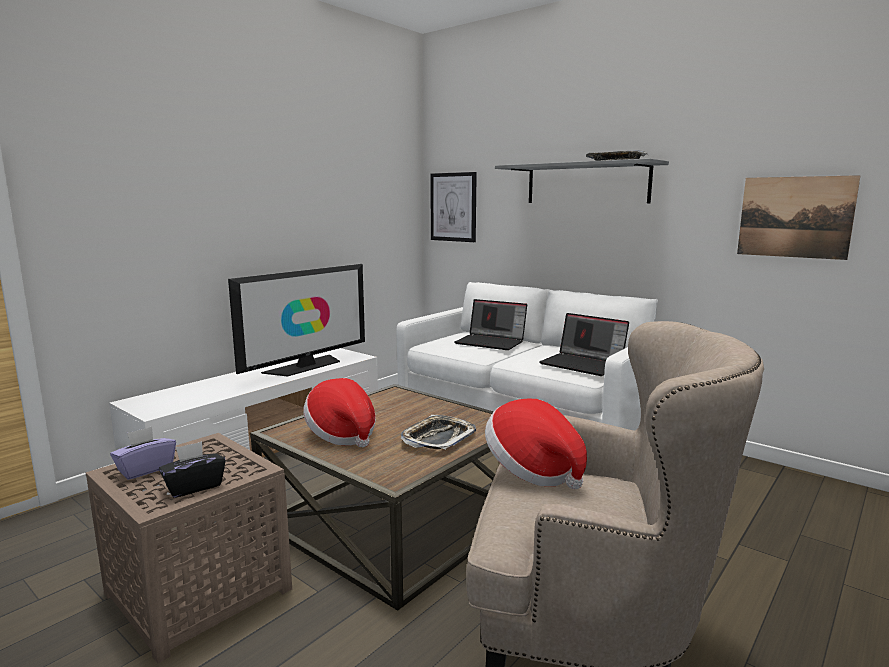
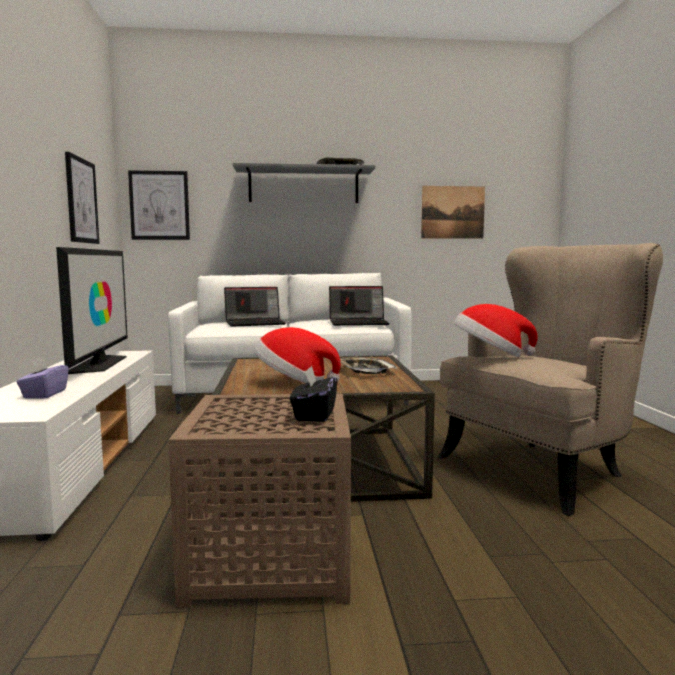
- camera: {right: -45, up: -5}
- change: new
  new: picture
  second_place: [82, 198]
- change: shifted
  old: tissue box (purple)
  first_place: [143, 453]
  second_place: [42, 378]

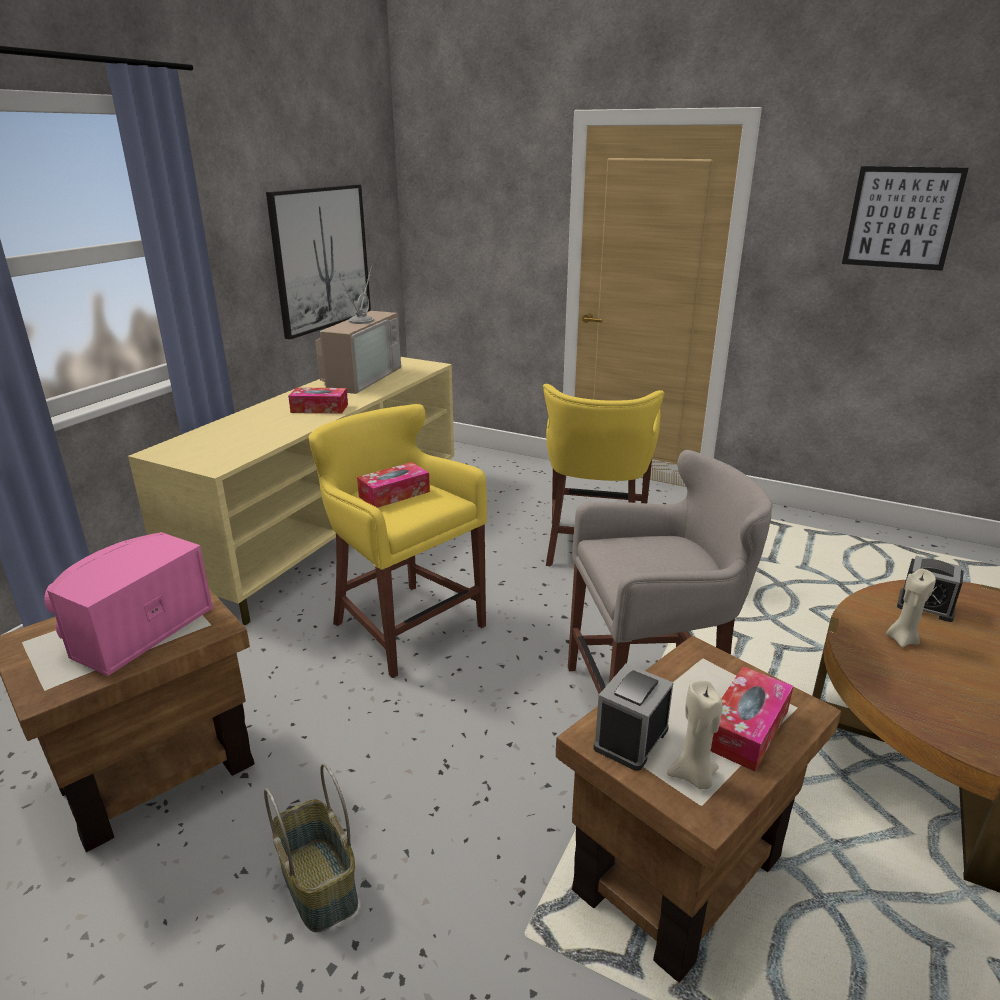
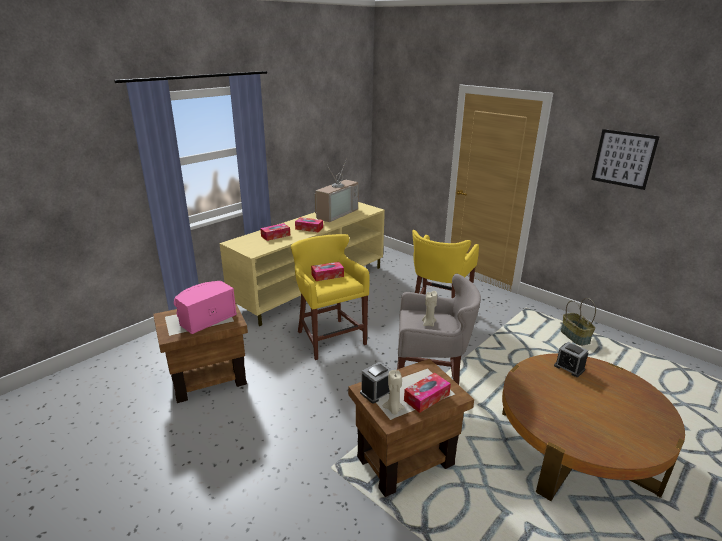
- camera: {right: 15, up: 0}
- change: gone
  old: picture
  first_place: [318, 262]
- change: new
  new: tissue box
  second_place: [275, 232]
- change: shifted
  old: basket
  first_place: [311, 847]
  second_place: [578, 322]
- change: shifted
  old: candle (beige)
  first_place: [911, 608]
  second_place: [429, 309]

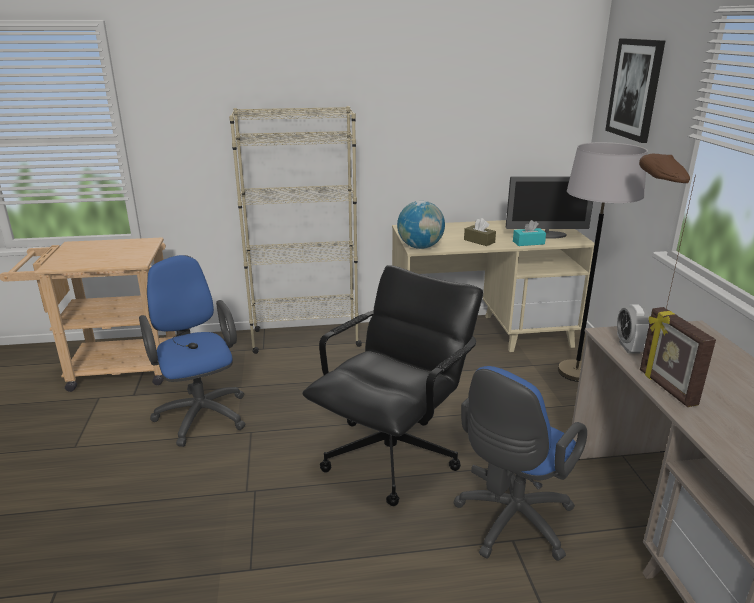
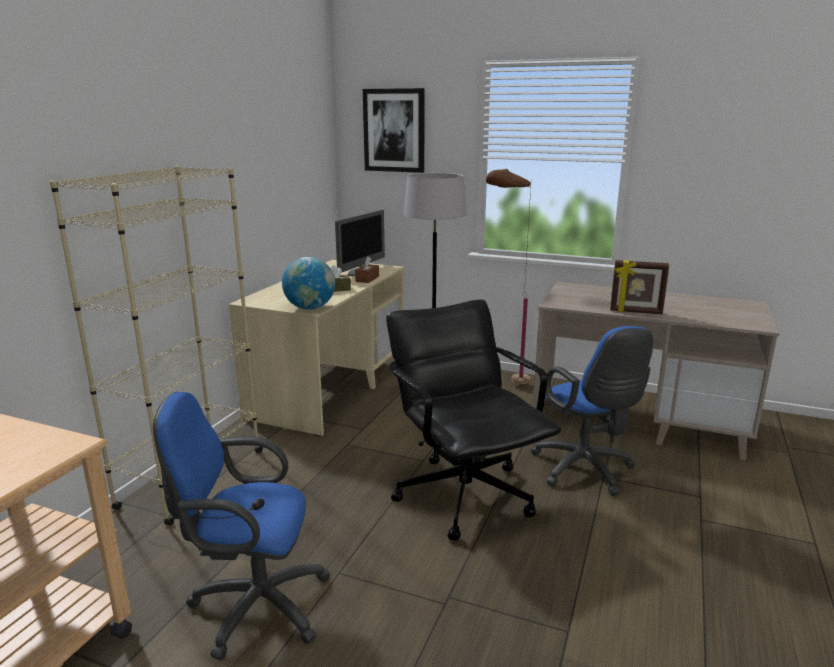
- camera: {right: -60, up: -5}
- change: gone
  old: alarm clock
  first_place: [633, 329]
- change: repainted
  old: tissue box (turquoise)
  new: tissue box (brown)
  first_place: [529, 233]
  second_place: [367, 270]

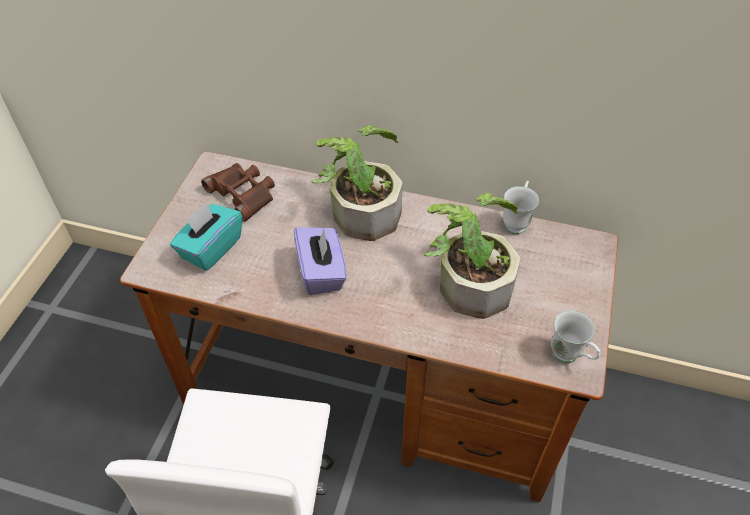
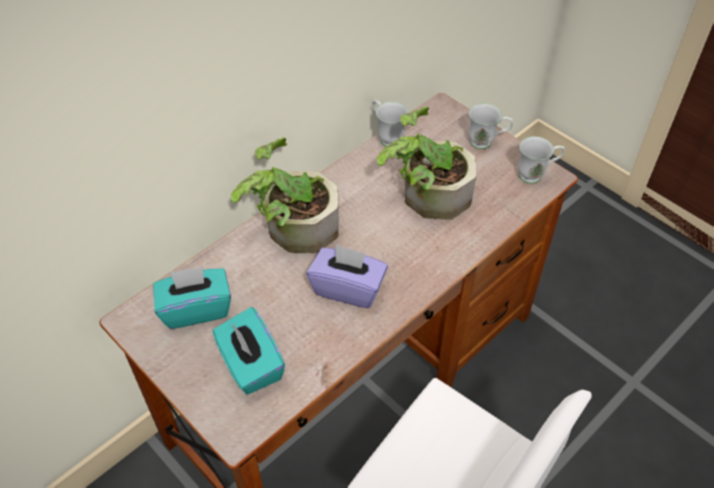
- camera: {right: -60, up: 0}
- change: new
  new: mug (white)
  second_place: [491, 126]
- change: swapped
  old: binoculars (brown)
  new: tissue box (turquoise)
  first_place: [238, 192]
  second_place: [192, 298]

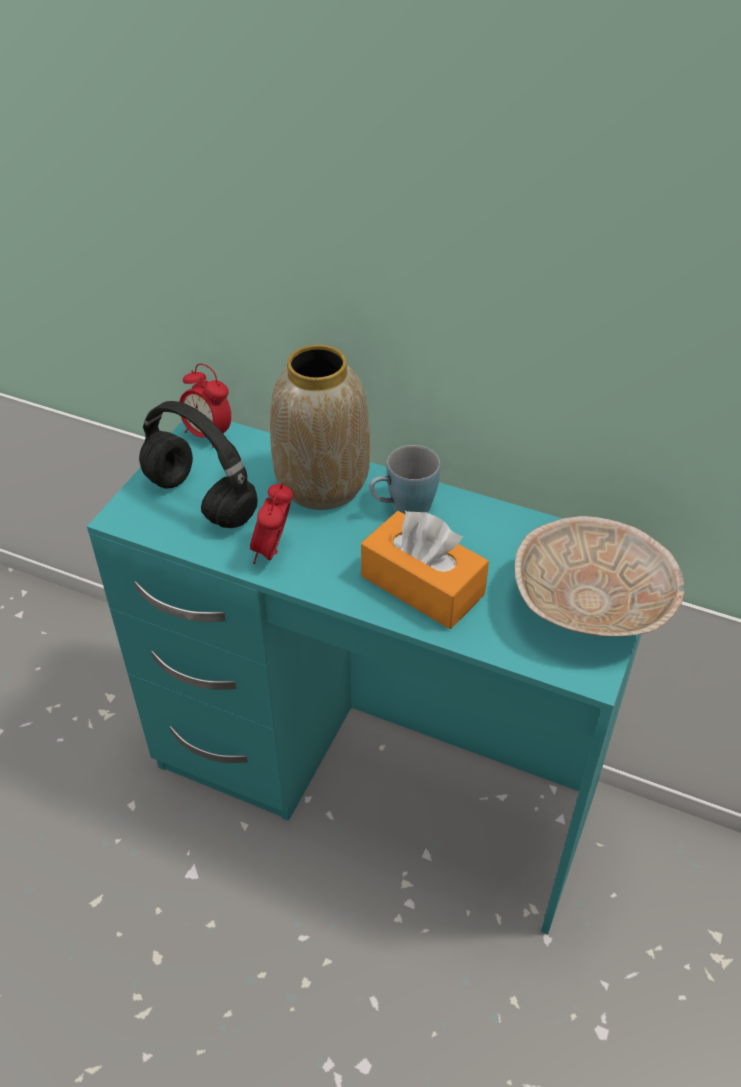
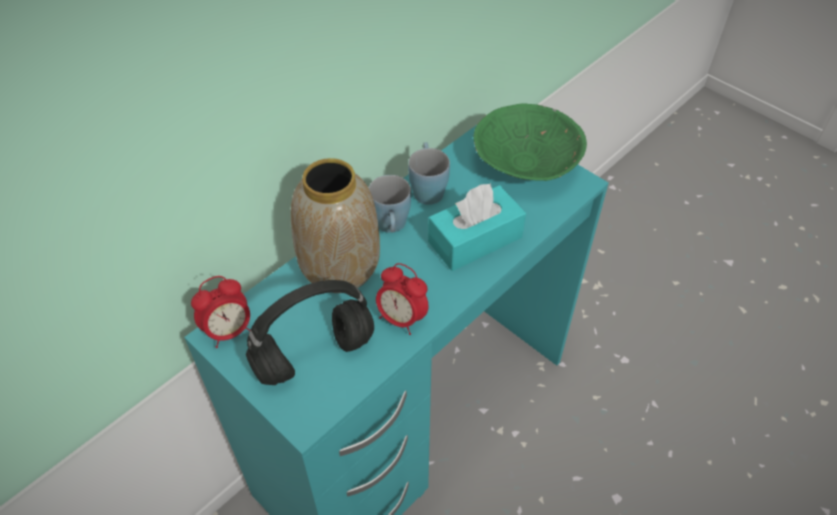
- camera: {right: -70, up: 5}
- change: new
  new: mug (blue)
  second_place: [429, 173]
- change: repainted
  old: tissue box (orange)
  new: tissue box (turquoise)
  first_place: [425, 569]
  second_place: [477, 227]
- change: repainted
  old: bowl (beige)
  new: bowl (green)
  first_place: [599, 576]
  second_place: [530, 142]

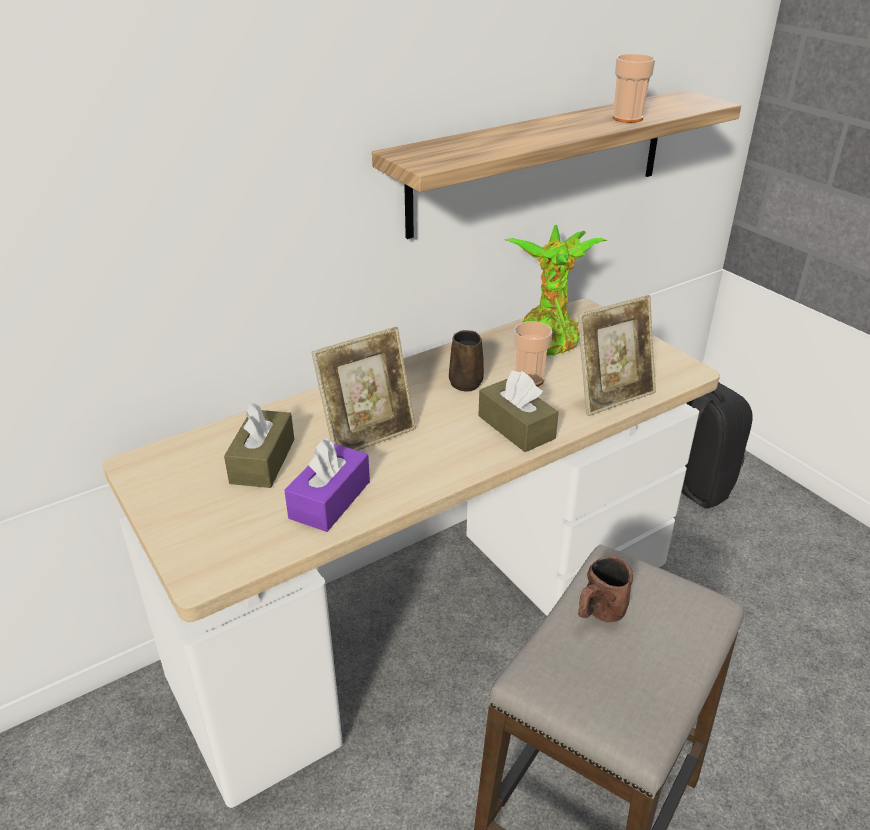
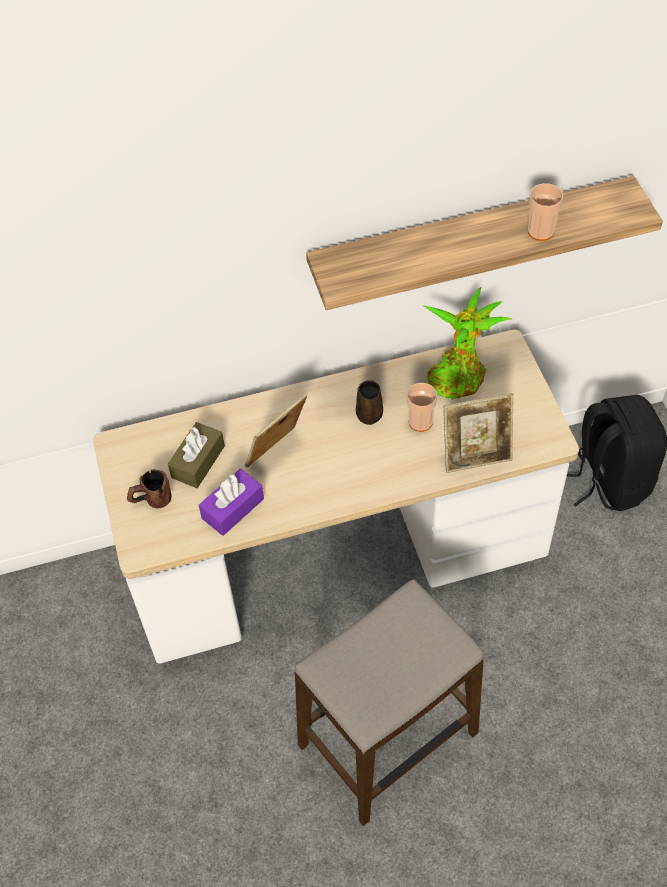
- camera: {right: 20, up: 20}
- change: gone
  old: tissue box (brown)
  first_place: [518, 411]
- change: shifted
  old: mug (brown)
  first_place: [605, 589]
  second_place: [149, 488]
- change: rotated
  old: picture frame
  first_place: [364, 389]
  second_place: [276, 430]
  degrees: 150

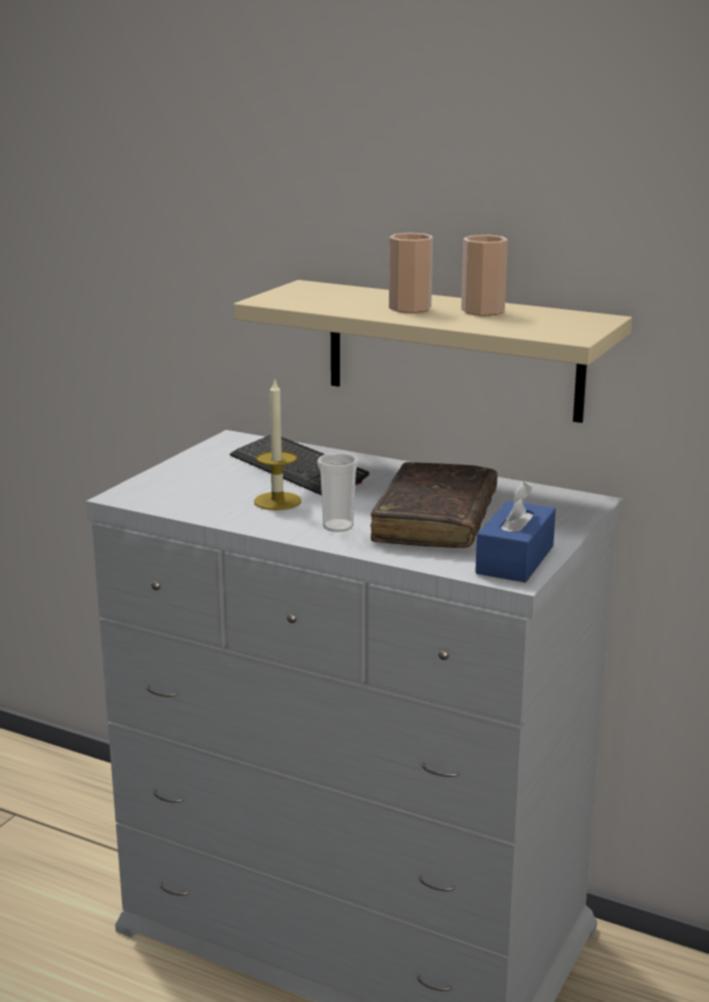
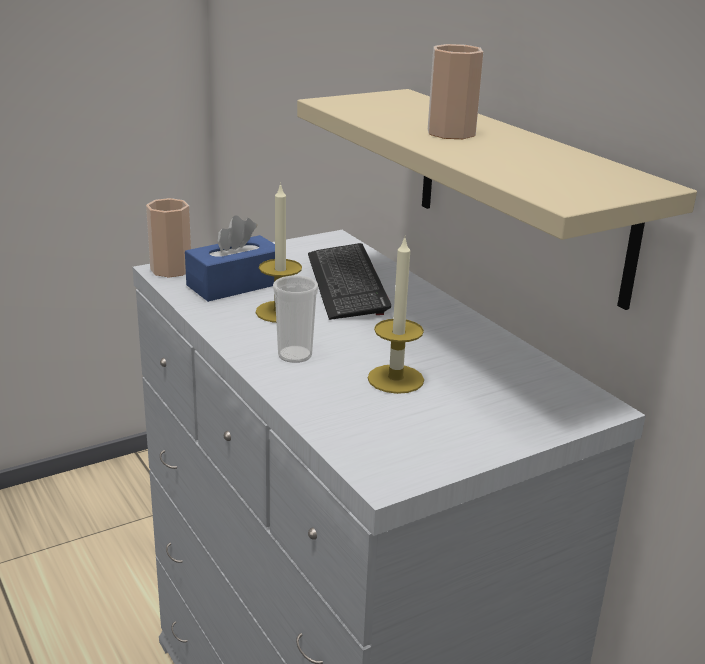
- camera: {right: 30, up: 5}
- change: shifted
  old: cup
  first_place: [484, 275]
  second_place: [168, 238]
- change: shifted
  old: tissue box (blue)
  first_place: [515, 532]
  second_place: [230, 258]
- change: swapped
  old: book (brown)
  new: candle
  first_place: [433, 505]
  second_place: [396, 315]

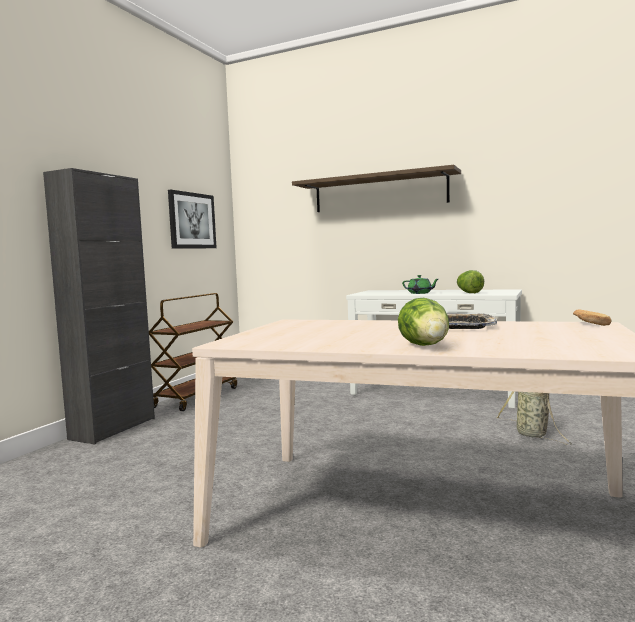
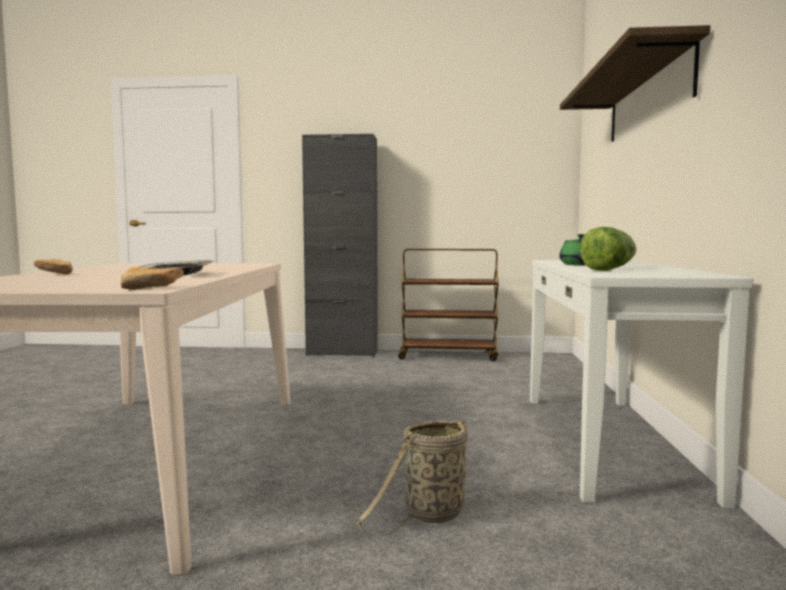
- camera: {right: 70, up: 0}
- change: gone
  old: picture
  first_place: [192, 219]
- change: swapped
  old: lettuce
  new: bread
  first_place: [423, 322]
  second_place: [53, 266]

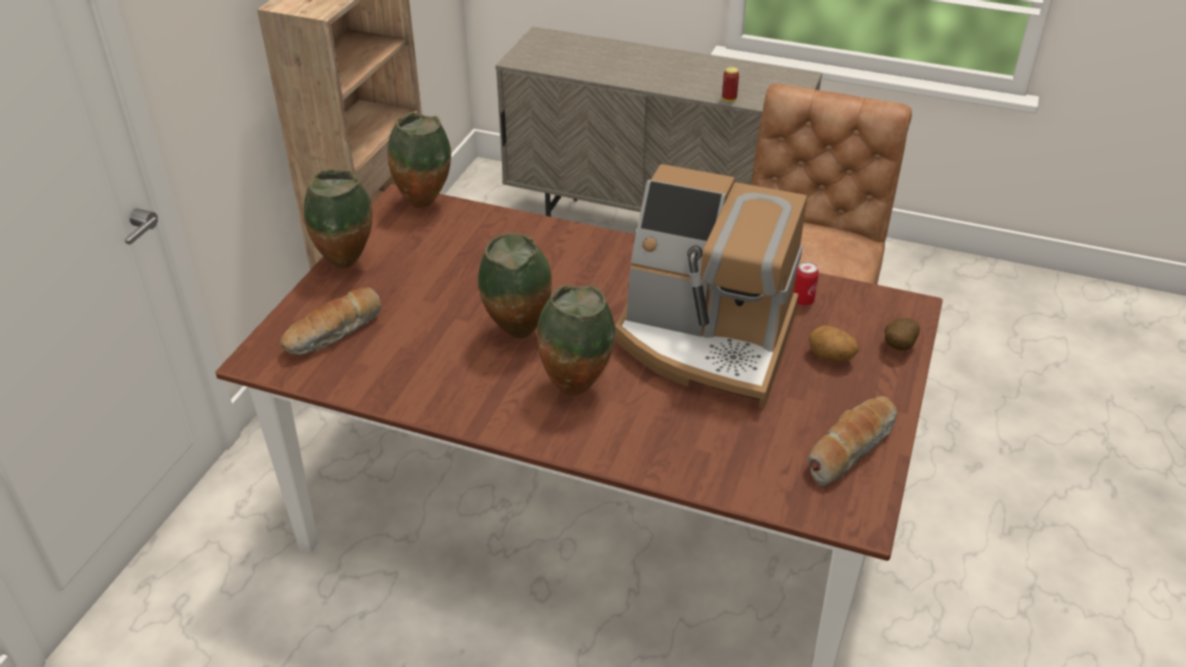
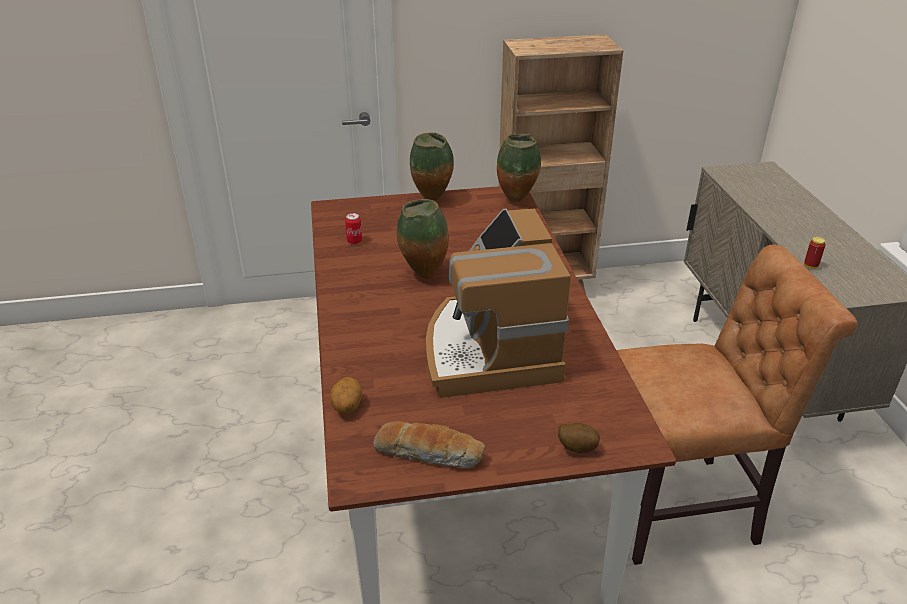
- camera: {right: 60, up: -5}
- change: gone
  old: bread
  first_place: [330, 321]
- change: gone
  old: vase
  first_place: [576, 340]
- change: shifted
  old: can
  first_place: [806, 284]
  second_place: [353, 229]
- change: shifted
  old: potato
  first_place: [834, 344]
  second_place: [346, 395]

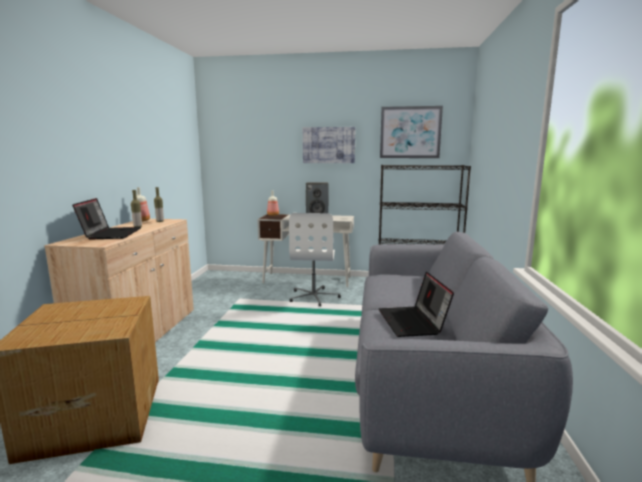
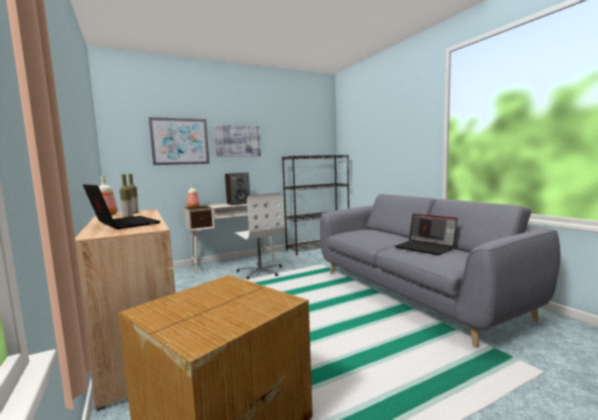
- camera: {right: -35, up: -5}
- change: shifted
  old: picture
  first_place: [411, 132]
  second_place: [179, 141]

